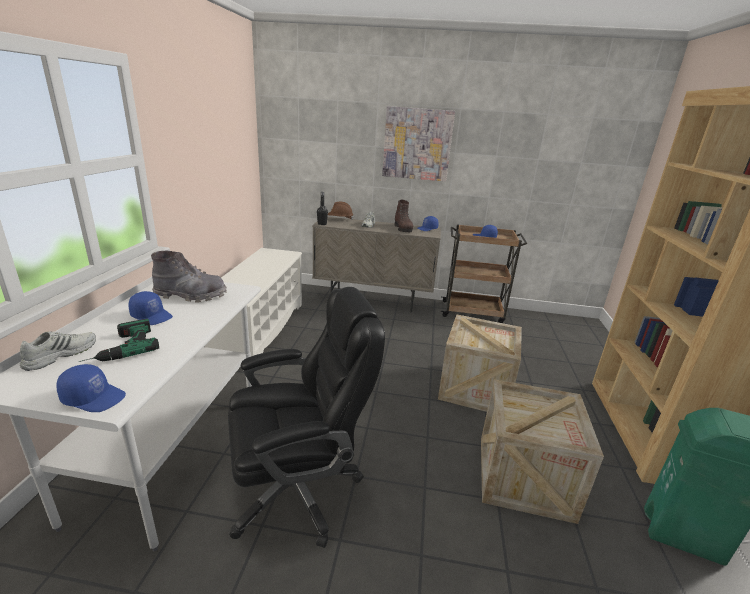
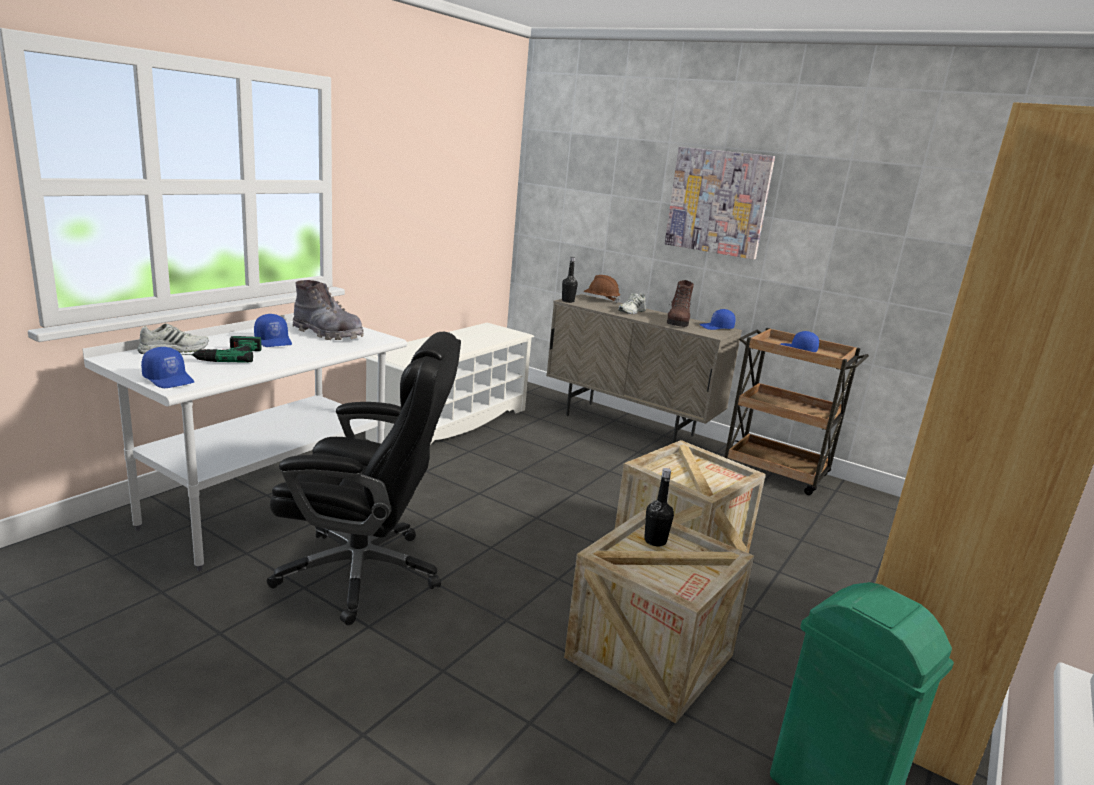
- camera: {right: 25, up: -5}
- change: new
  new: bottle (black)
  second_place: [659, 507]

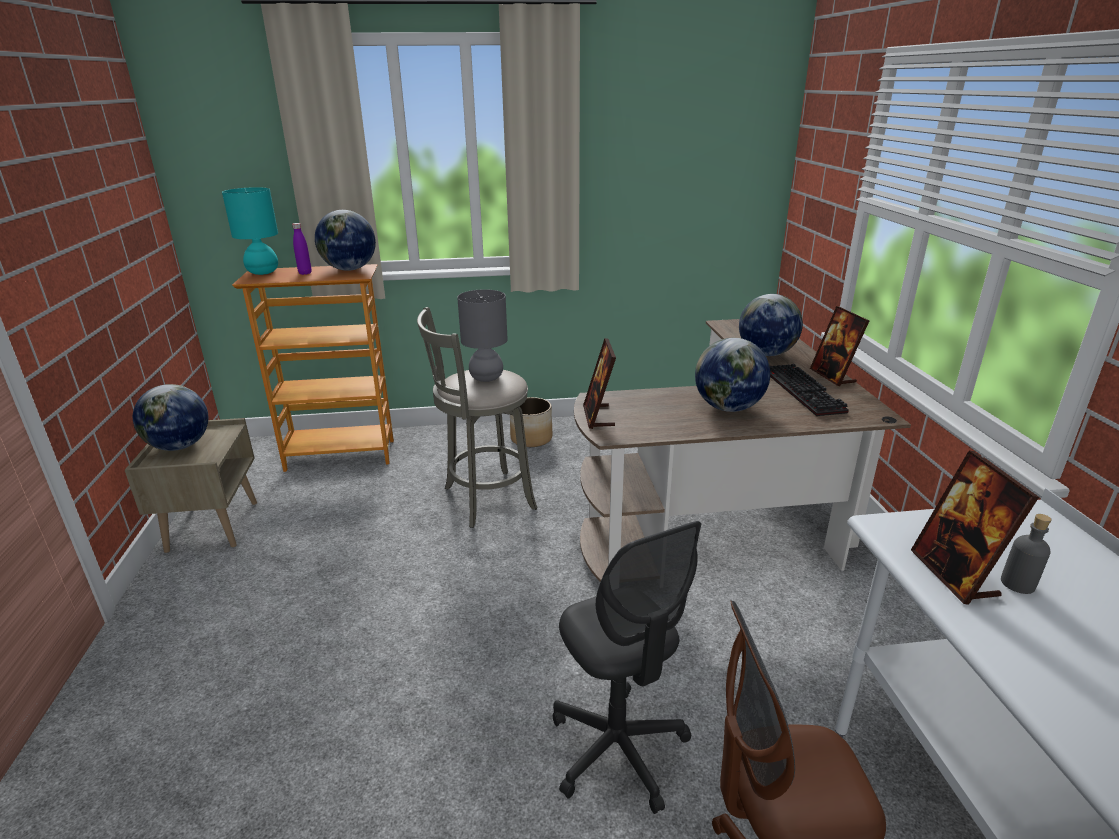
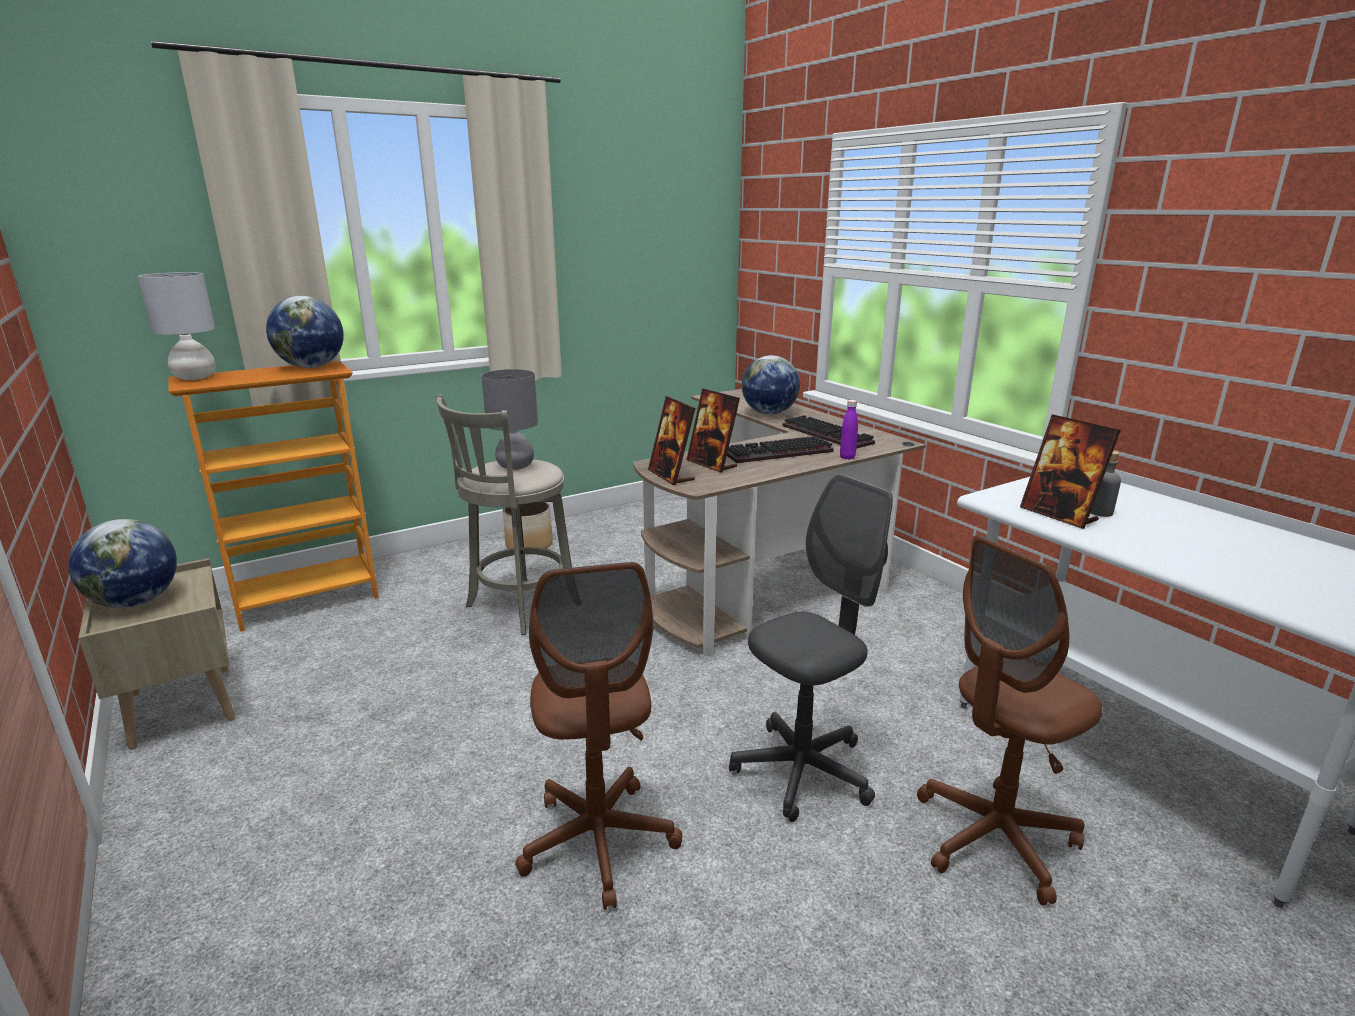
- camera: {right: -25, up: -5}
- change: new
  new: office chair (brown)
  second_place: [598, 736]
- change: shifted
  old: bottle (purple)
  first_place: [302, 249]
  second_place: [849, 430]
- change: shifted
  old: picture frame
  first_place: [839, 346]
  second_place: [713, 430]
- change: swapped
  old: globe
  new: keyboard
  first_place: [732, 375]
  second_place: [780, 449]
- change: repainted
  old: table lamp (turquoise)
  new: table lamp (grey)
  first_place: [250, 231]
  second_place: [177, 326]
- change: rotated
  old: office chair (grey)
  first_place: [627, 667]
  second_place: [811, 648]
  degrees: -75

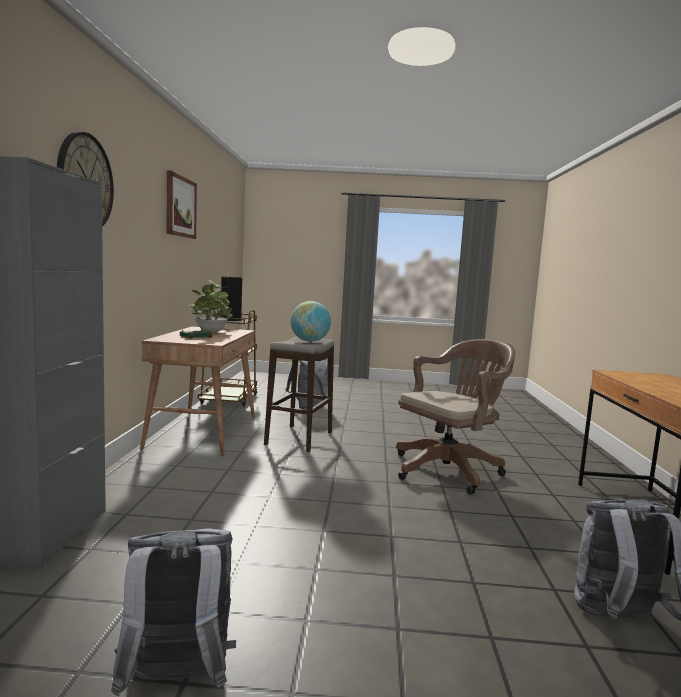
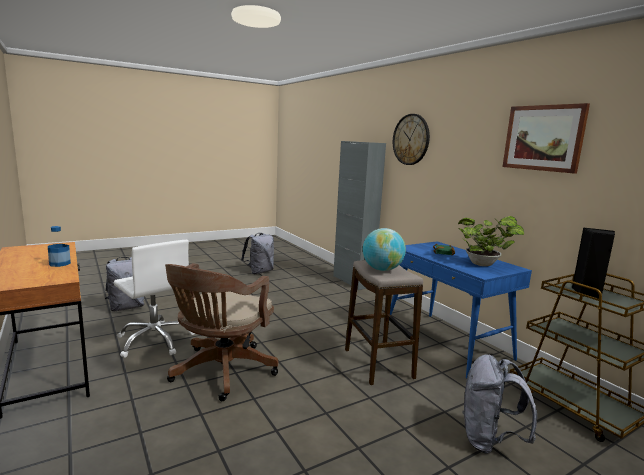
- camera: {right: 145, up: 5}
- change: new
  new: bottle
  second_place: [59, 246]
- change: new
  new: office chair (white)
  second_place: [154, 299]
- change: repainted
  old: desk (brown)
  new: desk (blue)
  first_place: [197, 391]
  second_place: [461, 309]

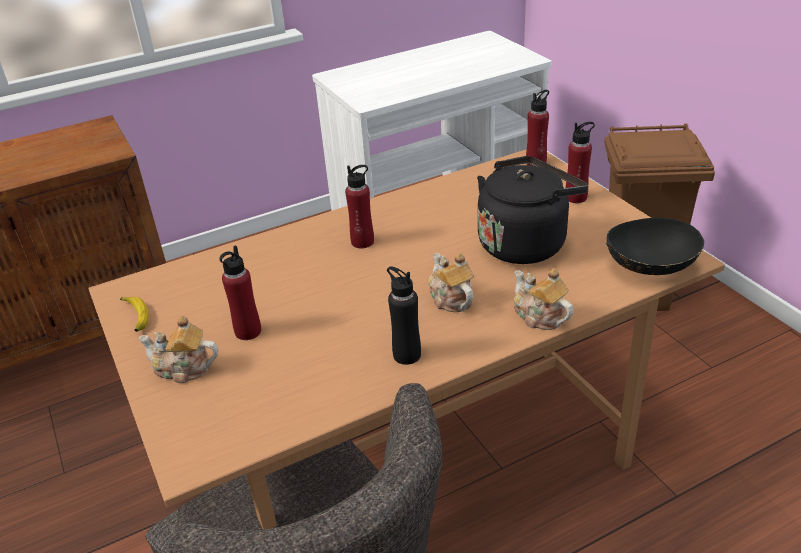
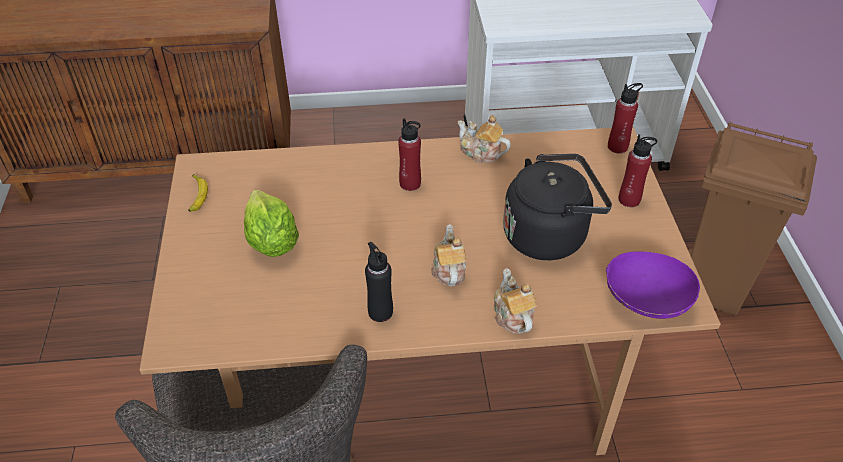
- camera: {right: 20, up: 10}
- change: shifted
  old: teapot
  first_place: [178, 349]
  second_place: [484, 139]
- change: swapped
  old: bottle (red)
  new: lettuce
  first_place: [240, 293]
  second_place: [271, 223]
- change: repainted
  old: bowl (black)
  new: bowl (purple)
  first_place: [655, 246]
  second_place: [653, 285]

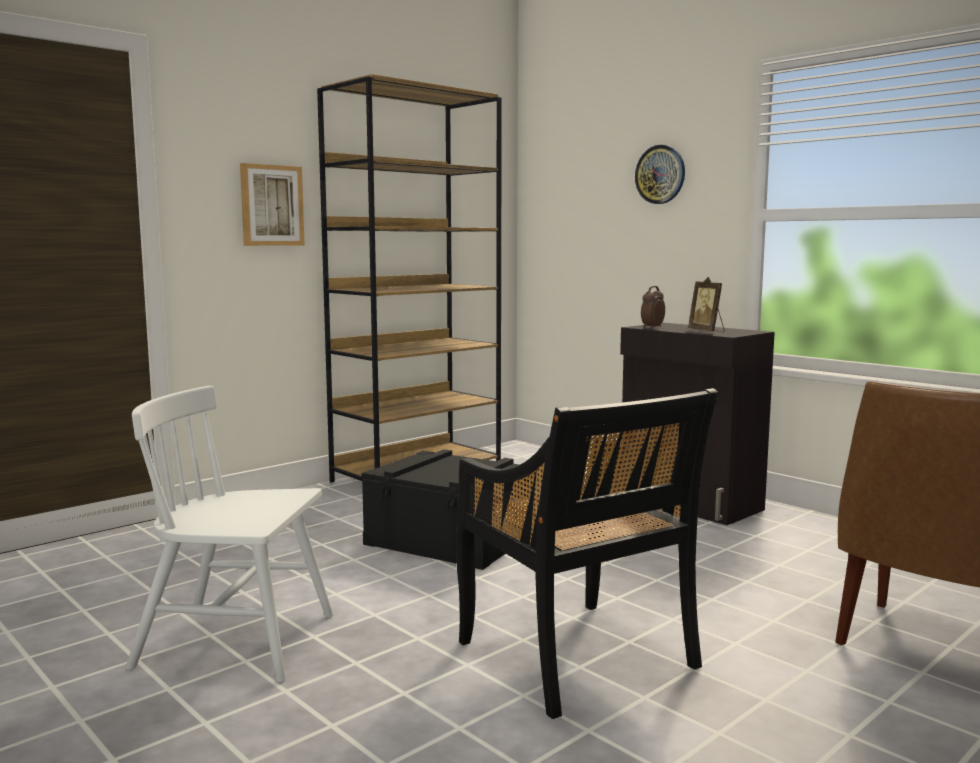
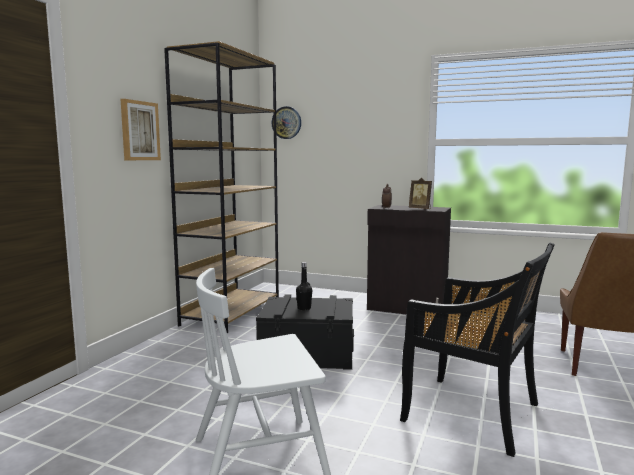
- camera: {right: -25, up: 0}
- change: new
  new: bottle (black)
  second_place: [304, 286]
- change: shifted
  old: wall clock
  first_place: [660, 174]
  second_place: [286, 122]

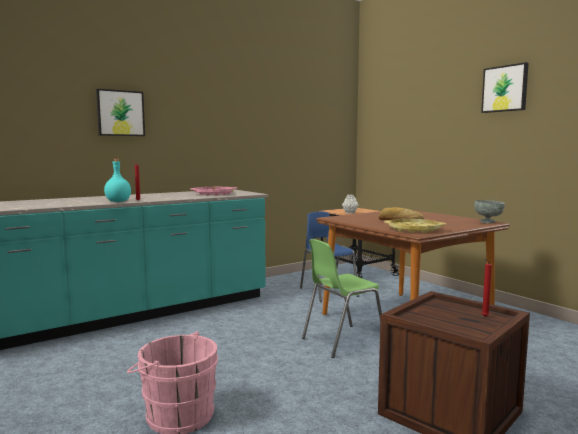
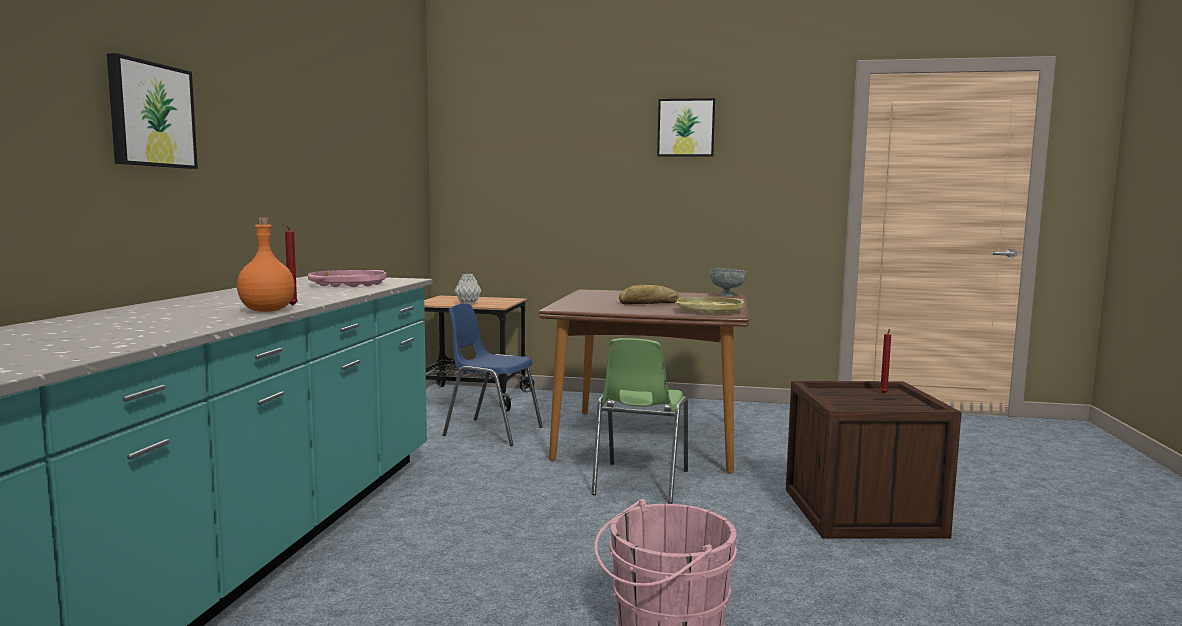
- camera: {right: -45, up: 0}
- change: repainted
  old: bottle (turquoise)
  new: bottle (orange)
  first_place: [117, 180]
  second_place: [266, 264]

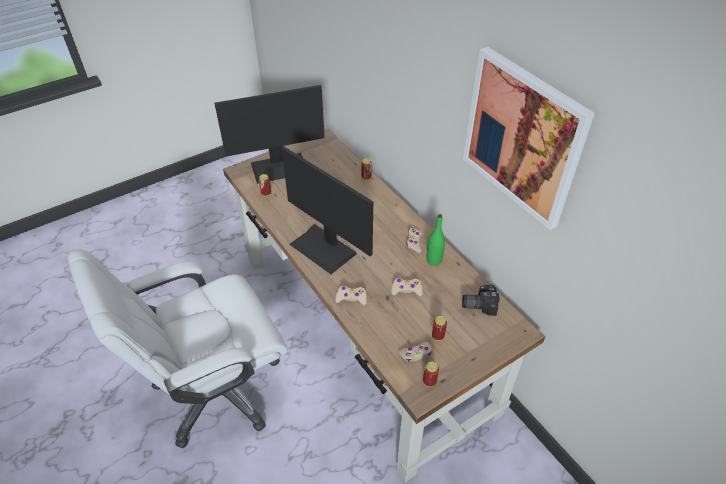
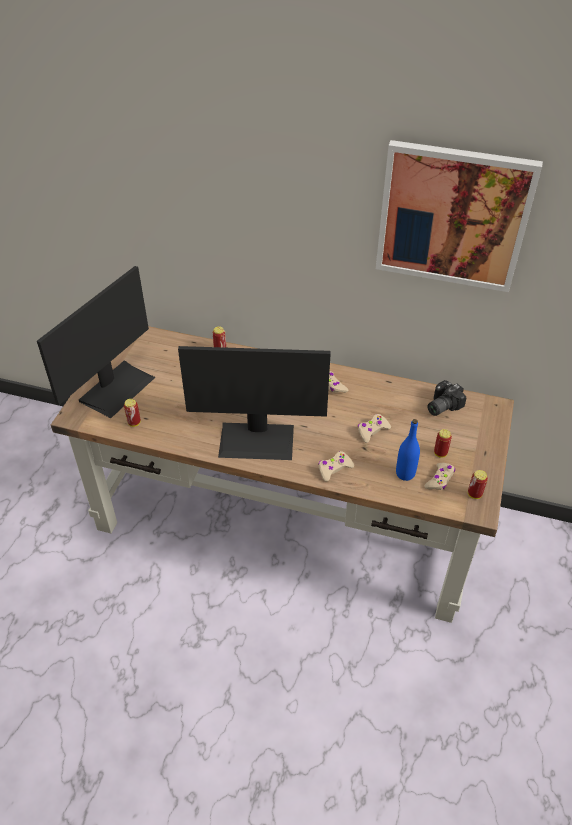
- camera: {right: -40, up: 0}
- change: gone
  old: office chair (white)
  first_place: [178, 348]
- change: gone
  old: bottle (green)
  first_place: [436, 240]
- change: new
  new: bottle (blue)
  second_place: [408, 450]

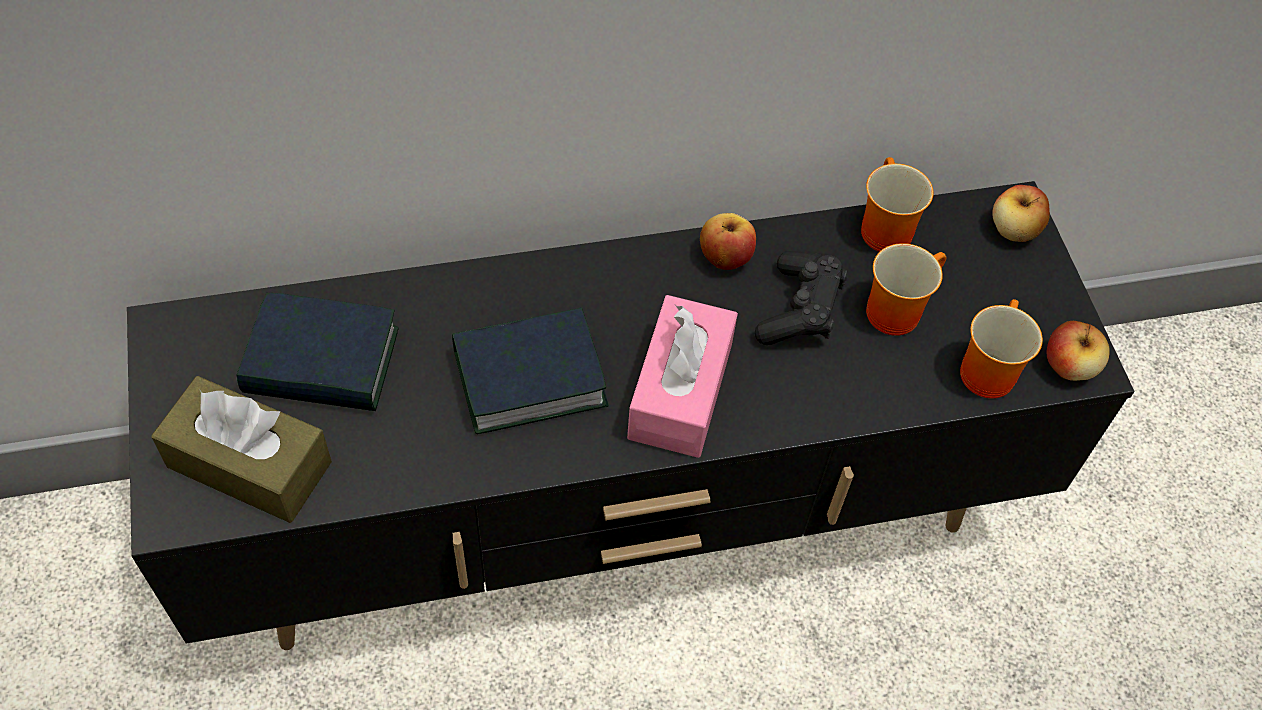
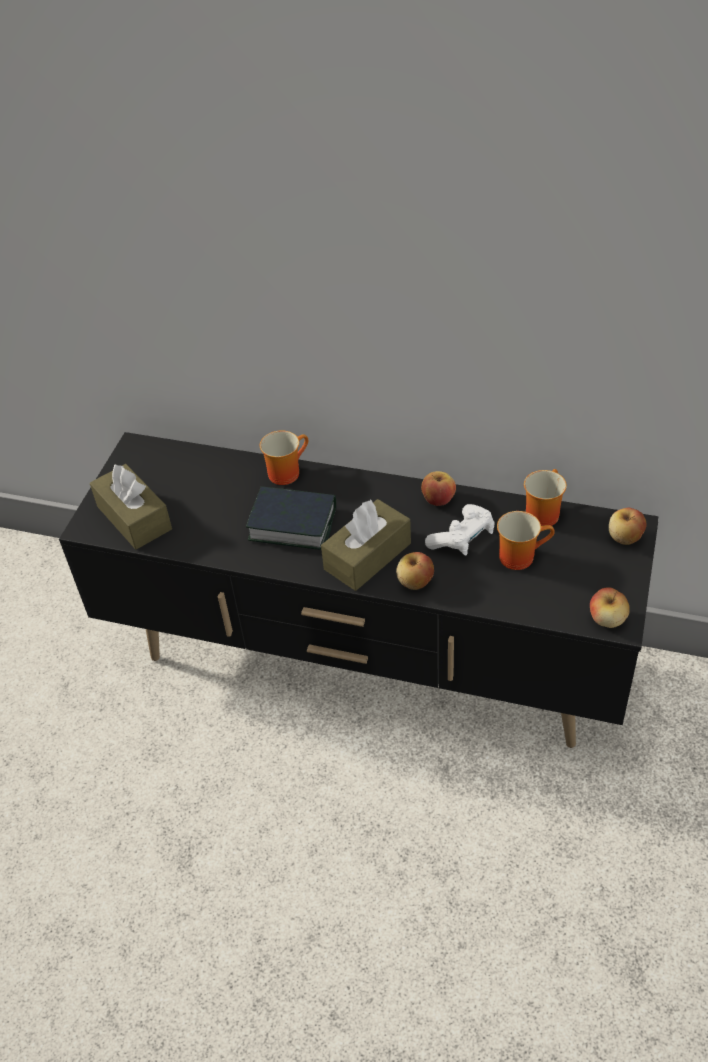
- camera: {right: 35, up: -10}
- change: gone
  old: book
  first_place: [317, 352]
- change: new
  new: apple
  second_place: [415, 571]
- change: shifted
  old: mug
  first_place: [1001, 349]
  second_place: [284, 457]
- change: repainted
  old: tissue box (pink)
  new: tissue box (brown)
  first_place: [682, 376]
  second_place: [366, 545]
- change: repainted
  old: game controller (black)
  new: game controller (white)
  first_place: [801, 298]
  second_place: [460, 530]

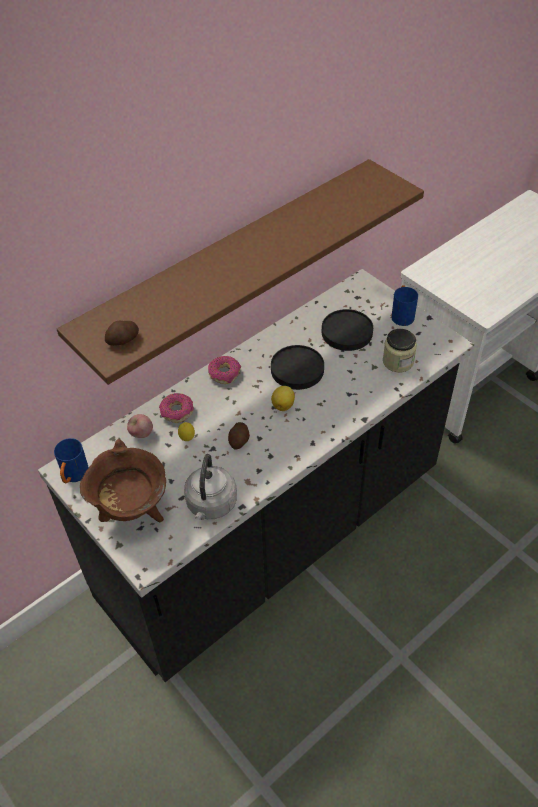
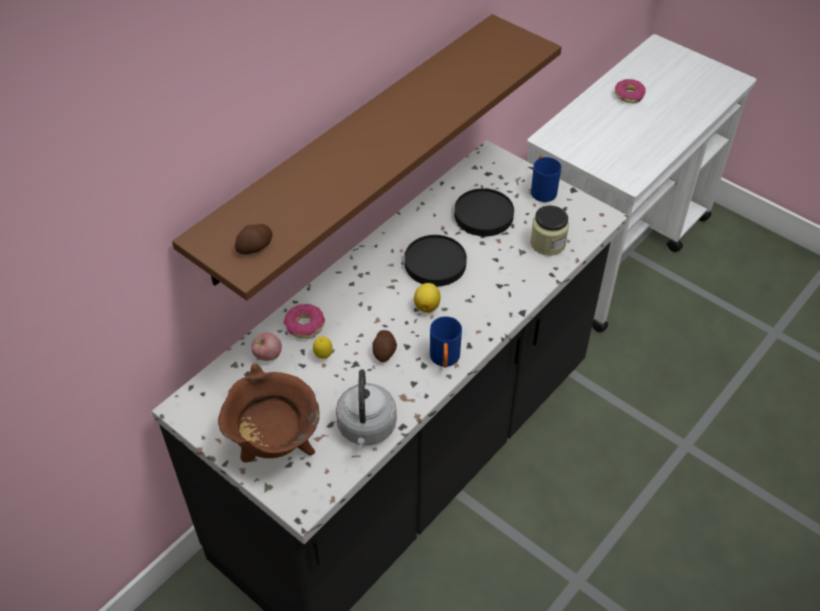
- camera: {right: -10, up: 0}
- change: shifted
  old: mug (blue)
  first_place: [71, 460]
  second_place: [446, 342]
- change: shifted
  old: donut
  first_place: [224, 370]
  second_place: [630, 91]

